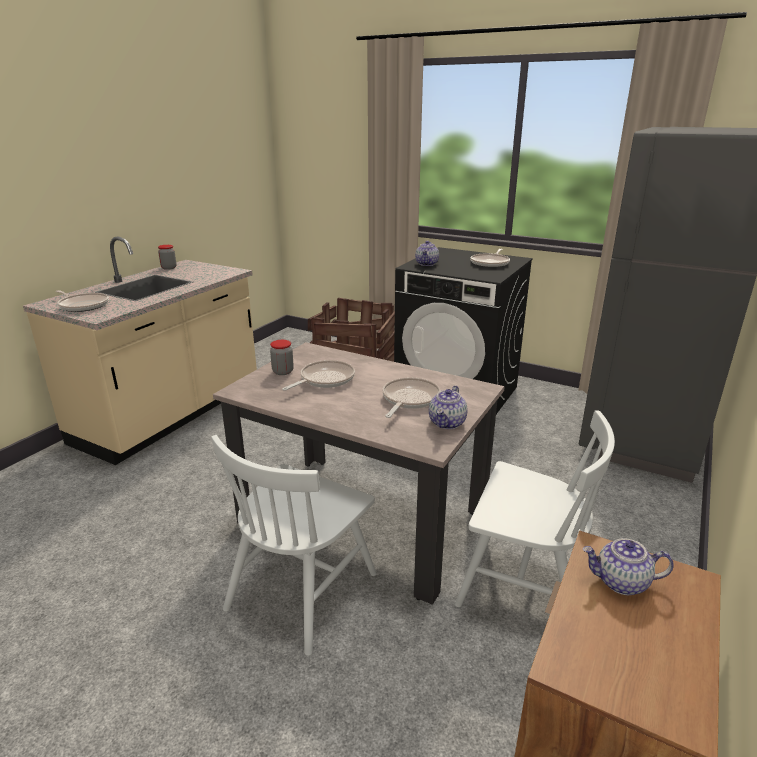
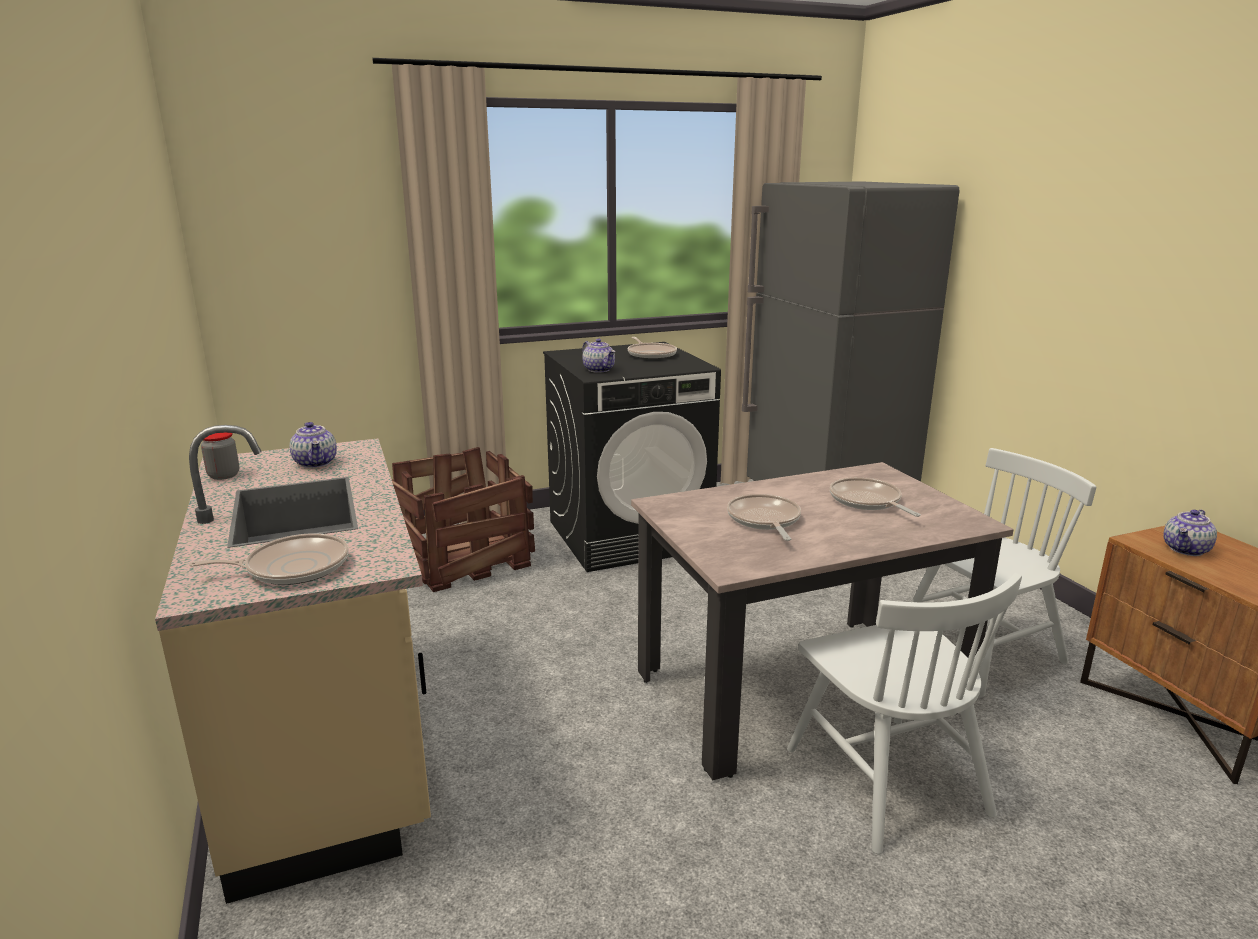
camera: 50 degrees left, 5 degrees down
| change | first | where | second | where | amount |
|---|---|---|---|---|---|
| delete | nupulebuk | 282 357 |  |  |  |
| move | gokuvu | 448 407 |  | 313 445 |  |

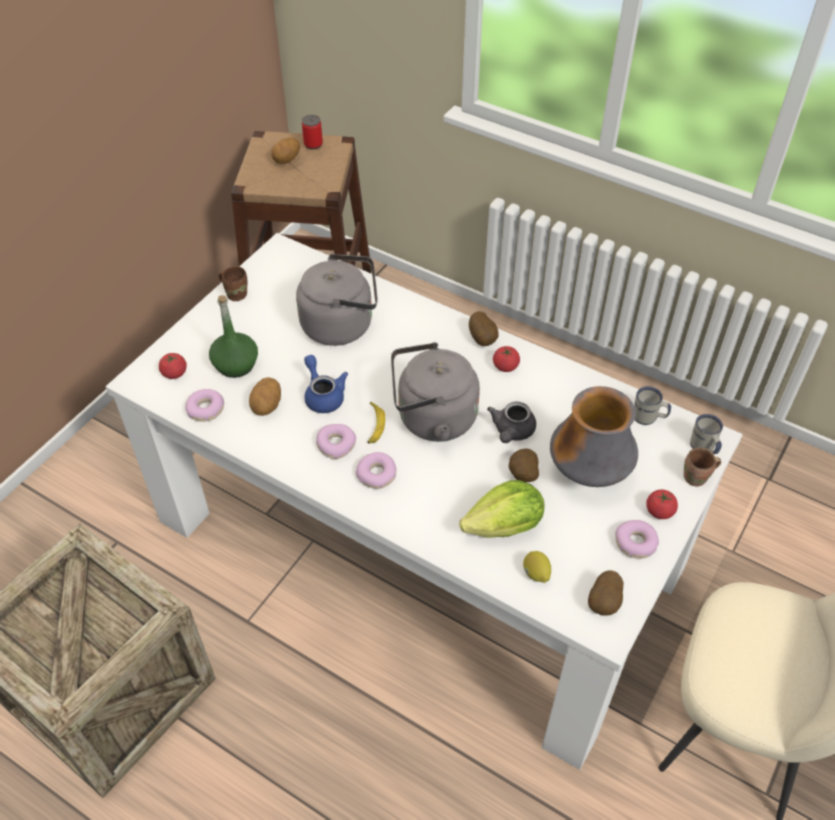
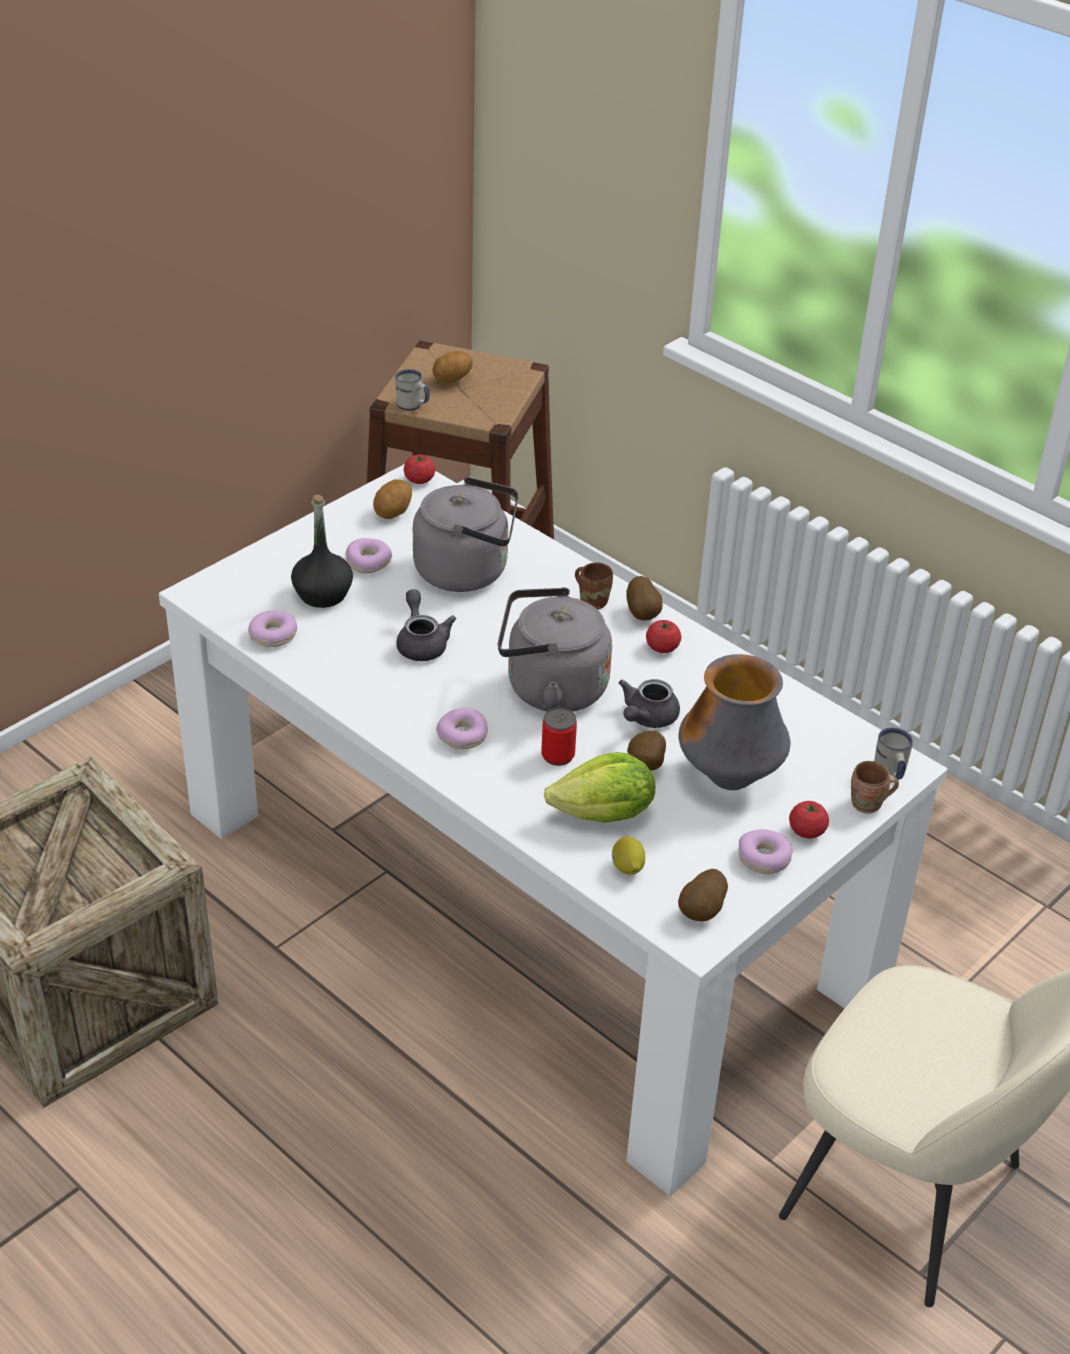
camera: 10 degrees right, 10 degrees down
| change | first | where | second | where | amount |
|---|---|---|---|---|---|
| delete | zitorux | 376 423 |  |  |  |
| move | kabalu | 173 366 |  | 419 469 |  |
| move | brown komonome | 233 283 |  | 594 585 |  |
| move | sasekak | 265 396 |  | 392 499 |  |
| move | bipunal | 312 132 |  | 559 737 |  |
| move | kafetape | 336 441 |  | 368 555 |  |
| move | white komonome | 652 405 |  | 412 390 |  |
| recolor | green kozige | 233 336 | black kozige | 322 551 |  |
| recolor | blue gokuvu | 326 384 | grey gokuvu | 426 625 |  |

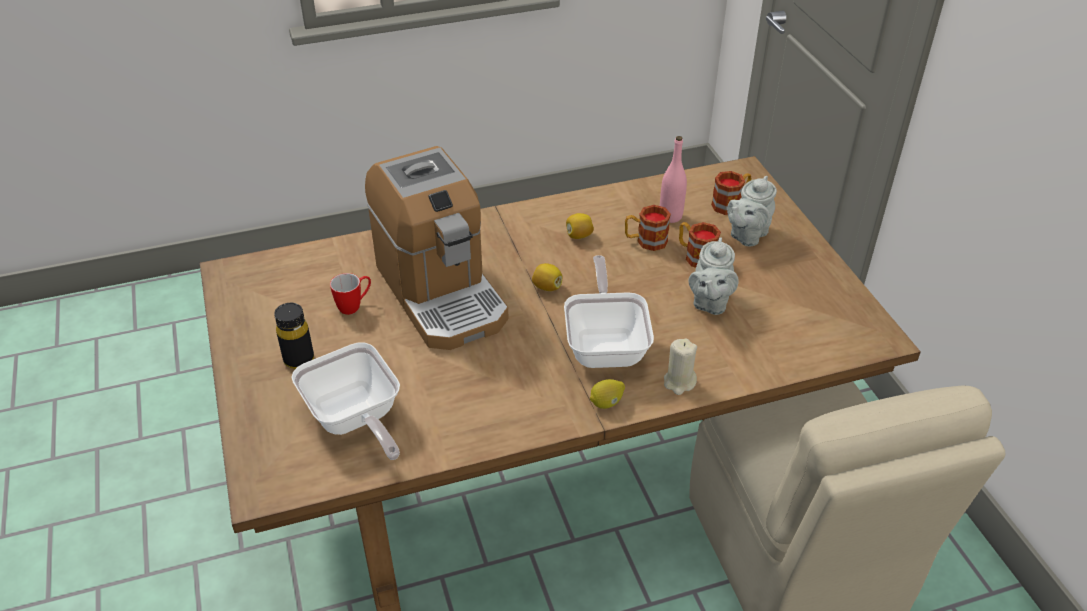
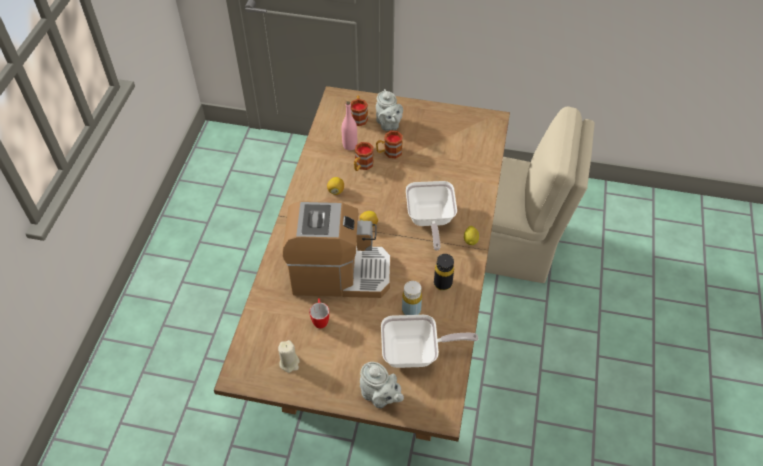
camera: 60 degrees left, 10 degrees up
| change | first | where | second | where | amount |
|---|---|---|---|---|---|
| insert |  |  | yellow kozige | 412 298 |  |
| move | black kozige | 294 336 |  | 444 272 |  |
| move | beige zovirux | 680 367 |  | 289 356 |  |
| move | grey gokuvu | 714 276 |  | 382 385 |  |
| rotate | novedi | 609 311 |  | 431 216 | 120 degrees counterclockwise |

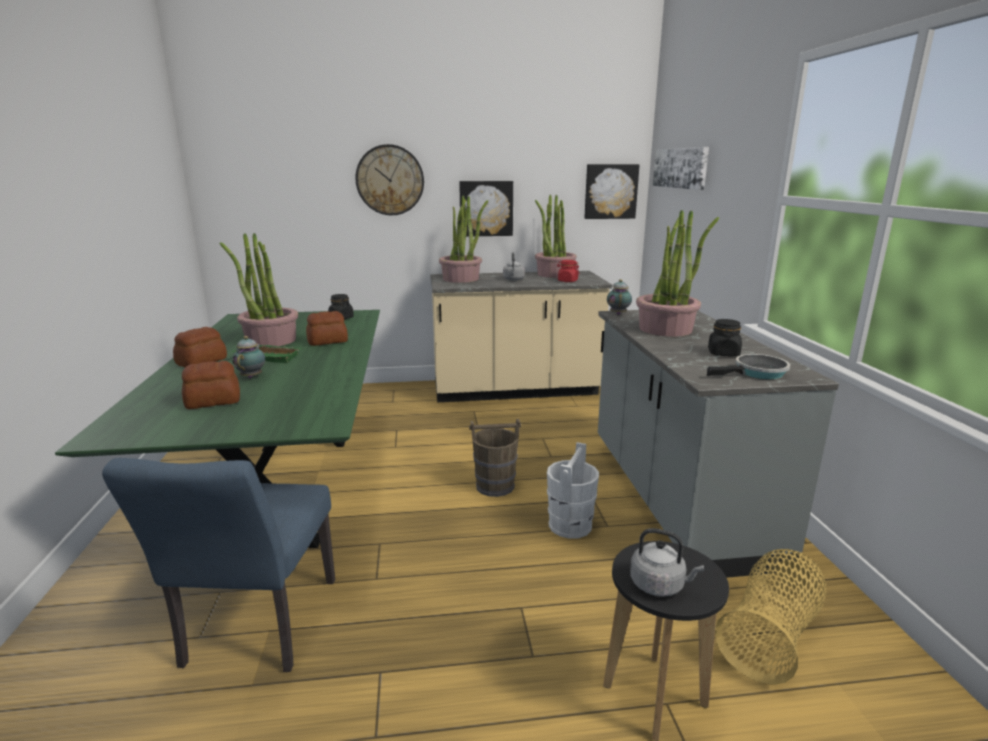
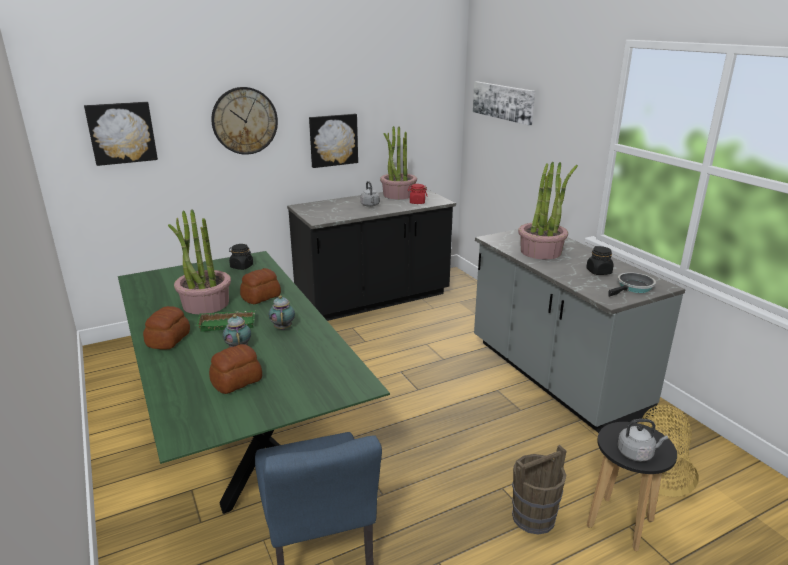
camera: 20 degrees left, 5 degrees up
| change | first | where | second | where | amount |
|---|---|---|---|---|---|
| delete | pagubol | 463 239 |  |  |  |
| delete | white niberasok | 573 490 |  |  |  |
| move | brown niberasok | 495 458 |  | 539 490 |  |
| move | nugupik | 612 191 |  | 121 134 |  |
| move | gokuvu | 619 297 |  | 282 312 |  |
| recolor | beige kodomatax | 521 336 | black kodomatax | 371 254 |  |

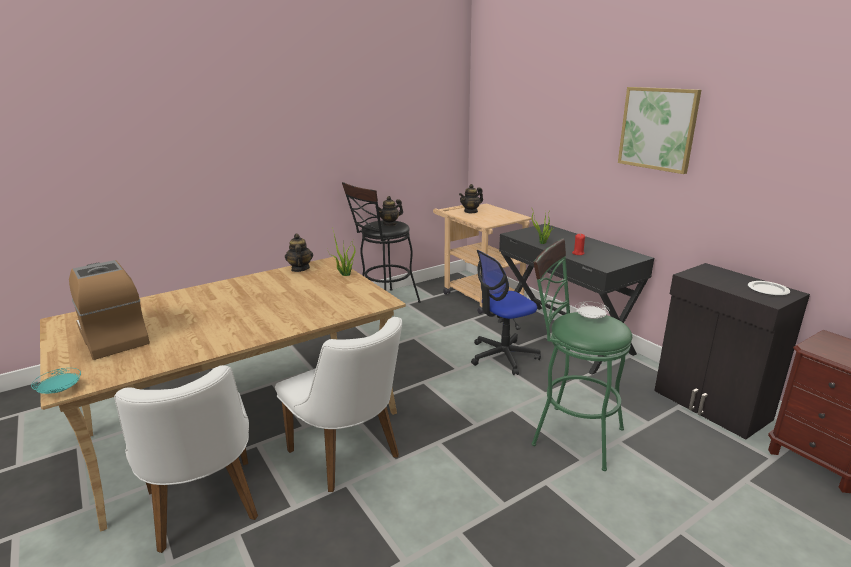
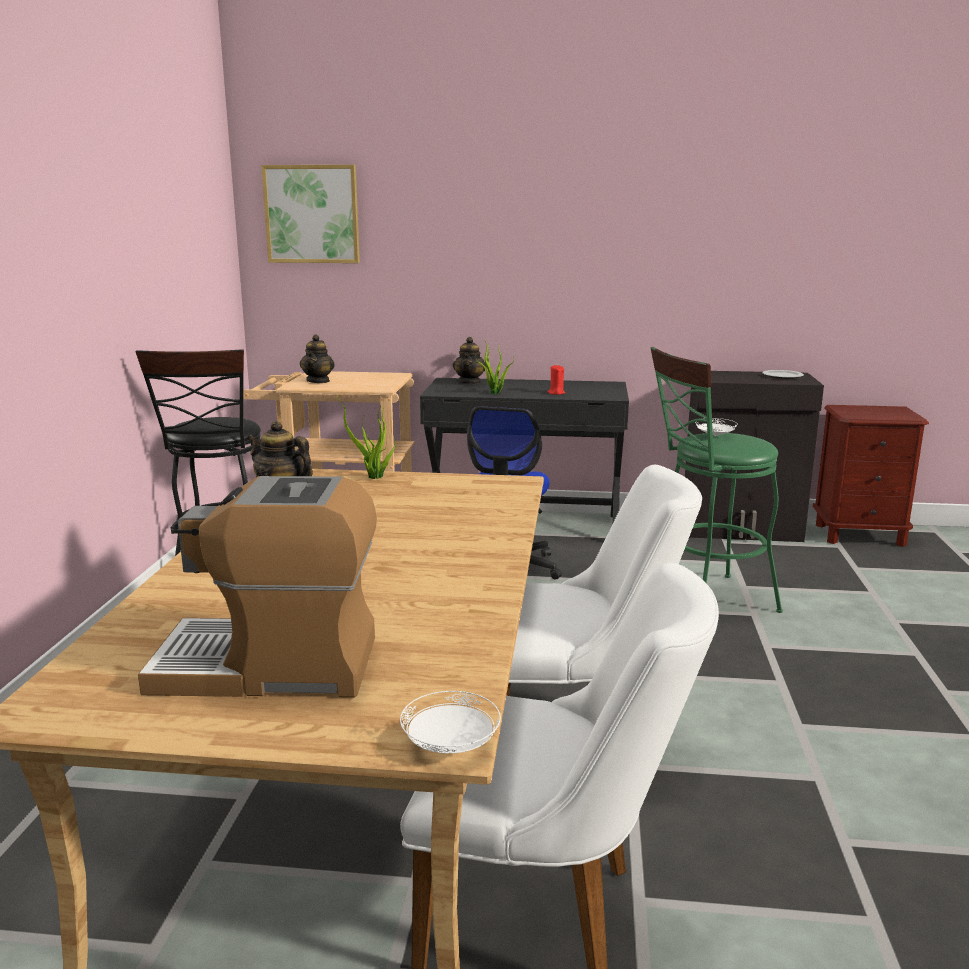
camera: 50 degrees left, 5 degrees down
| change | first | where | second | where | amount |
|---|---|---|---|---|---|
| move | gokuvu | 389 211 |  | 469 360 |  |
| move | nugupik | 659 130 |  | 310 214 |  |
| recolor | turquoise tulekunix | 56 381 | white tulekunix | 450 722 |  |

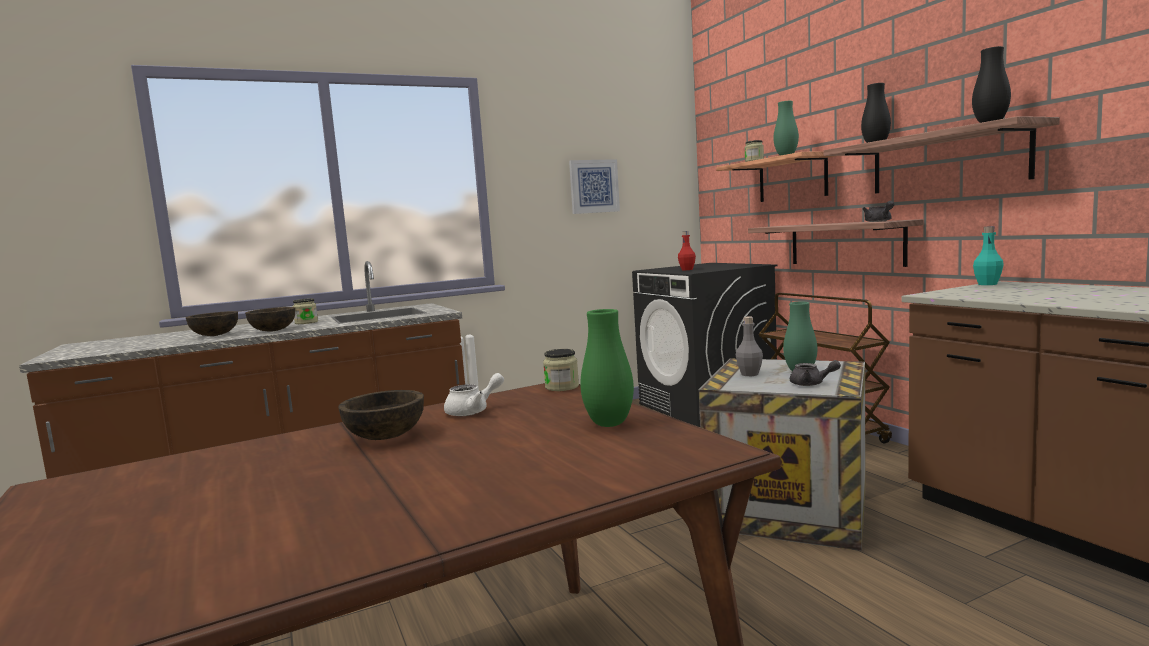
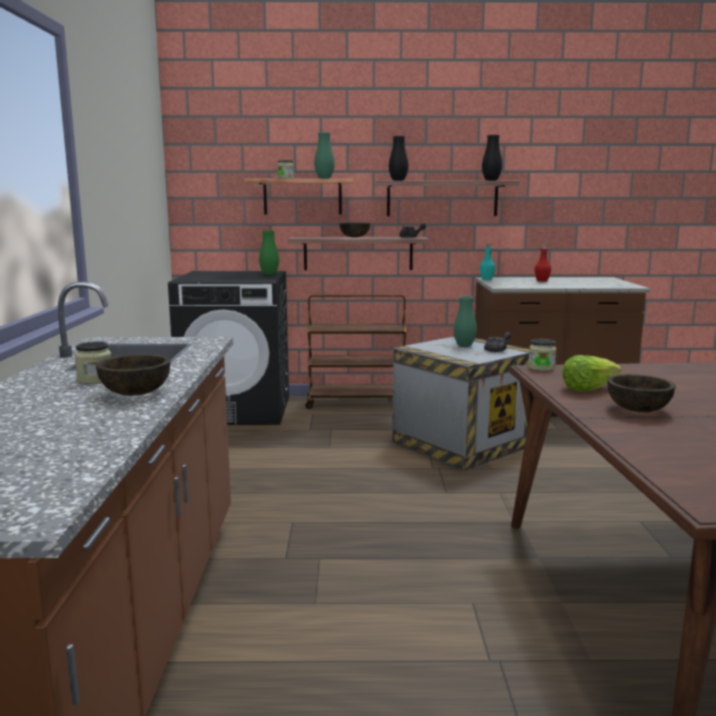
camera: 65 degrees left, 5 degrees up
| change | first | where | second | where | amount |
|---|---|---|---|---|---|
| delete | nugupik | 594 186 |  |  |  |
| delete | grey kozige | 749 346 |  |  |  |
| move | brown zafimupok | 212 323 |  | 354 230 |  |
| move | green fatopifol | 607 368 |  | 269 253 |  |
| move | red kozige | 687 250 |  | 542 263 |  |
| replace | white gokuvu | 474 394 | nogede | 592 373 |  |

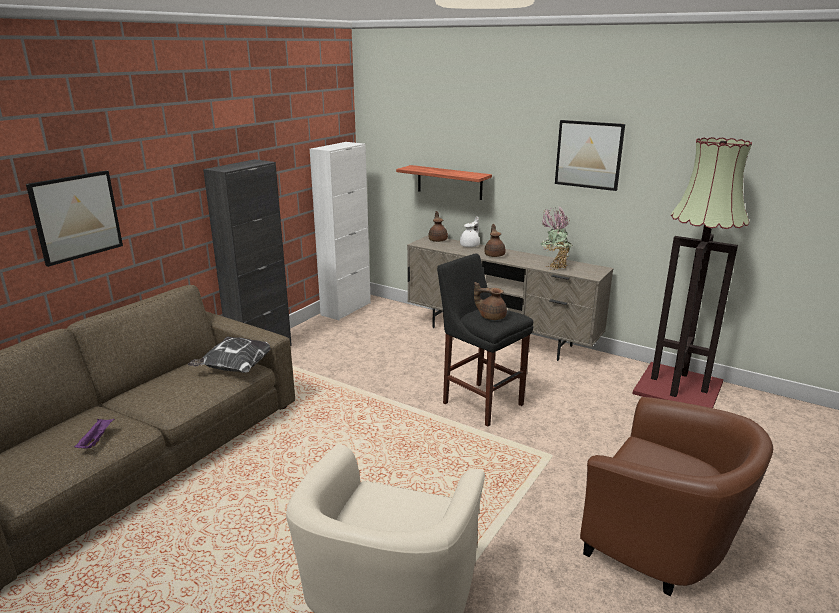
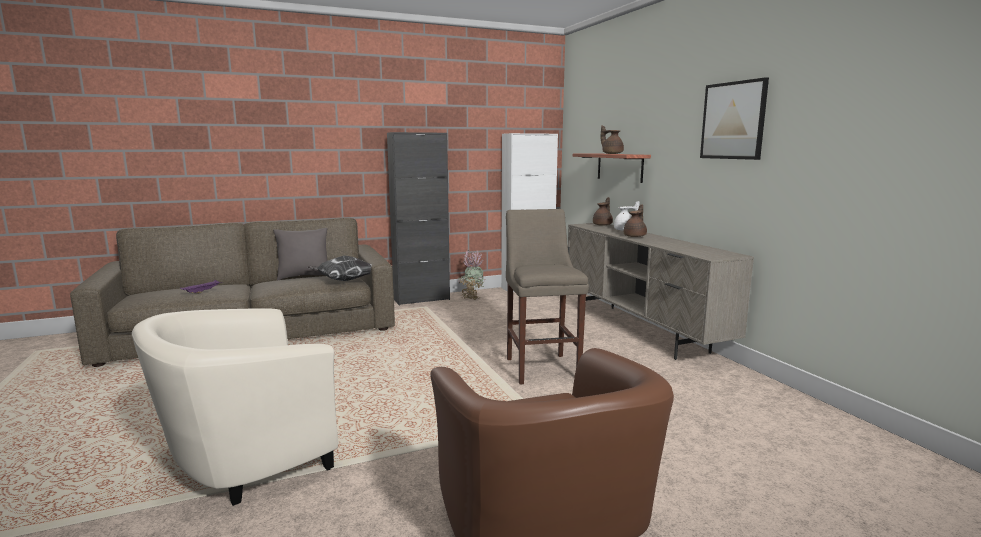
camera: 35 degrees right, 10 degrees down
| change | first | where | second | where | amount |
|---|---|---|---|---|---|
| delete | nugupik | 74 218 |  |  |  |
| delete | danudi | 692 272 |  |  |  |
| insert |  |  | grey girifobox | 300 254 |  |
| move | brown gokuvu | 490 301 |  | 612 139 |  |
| move | pagubol | 556 238 |  | 472 274 |  |
| recolor | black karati | 485 340 | beige karati | 547 296 |  |

